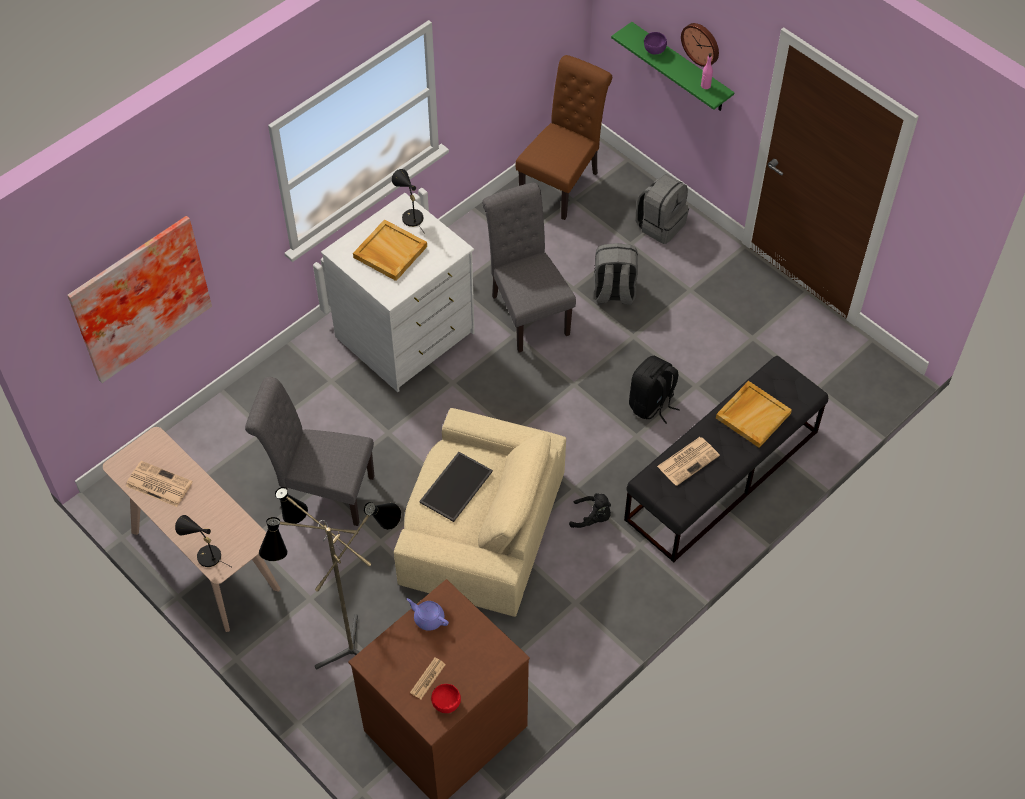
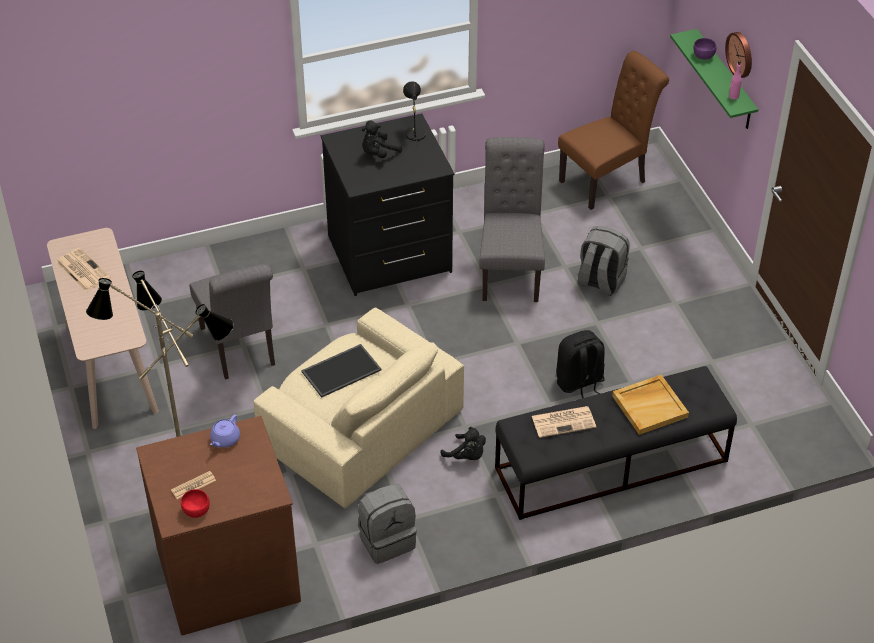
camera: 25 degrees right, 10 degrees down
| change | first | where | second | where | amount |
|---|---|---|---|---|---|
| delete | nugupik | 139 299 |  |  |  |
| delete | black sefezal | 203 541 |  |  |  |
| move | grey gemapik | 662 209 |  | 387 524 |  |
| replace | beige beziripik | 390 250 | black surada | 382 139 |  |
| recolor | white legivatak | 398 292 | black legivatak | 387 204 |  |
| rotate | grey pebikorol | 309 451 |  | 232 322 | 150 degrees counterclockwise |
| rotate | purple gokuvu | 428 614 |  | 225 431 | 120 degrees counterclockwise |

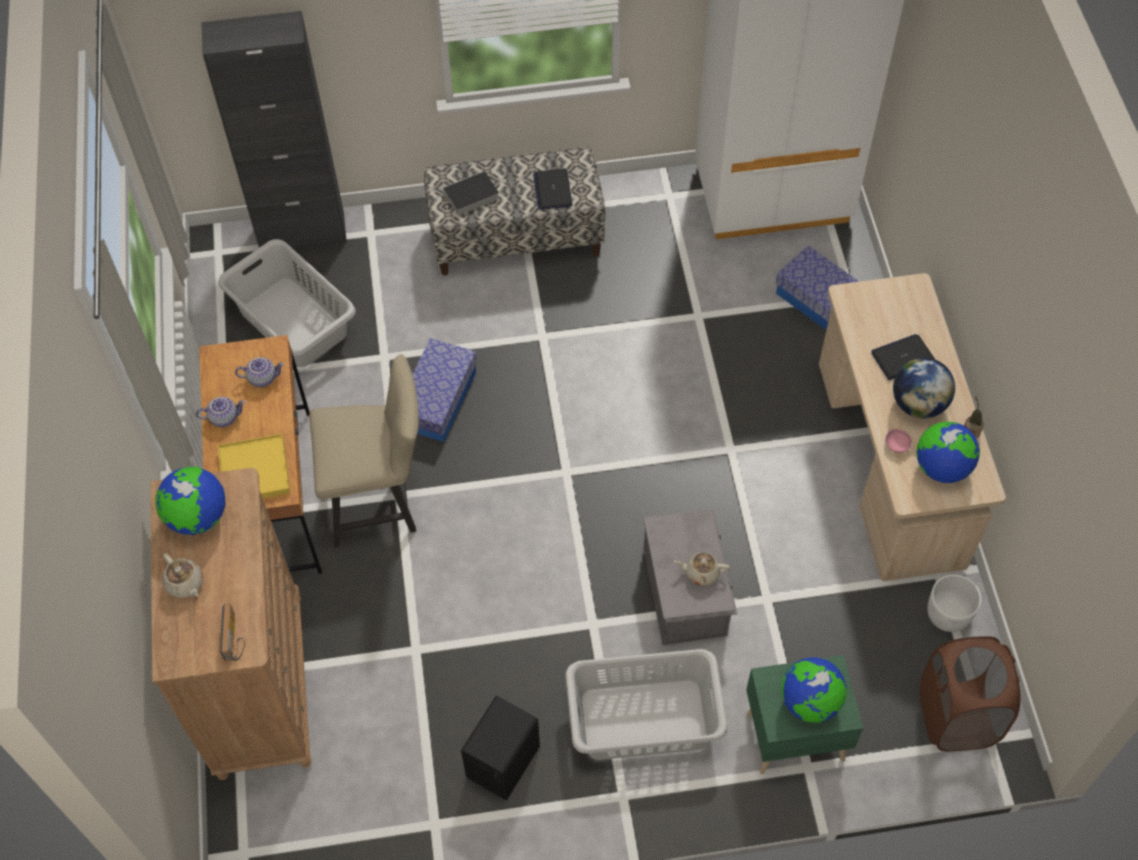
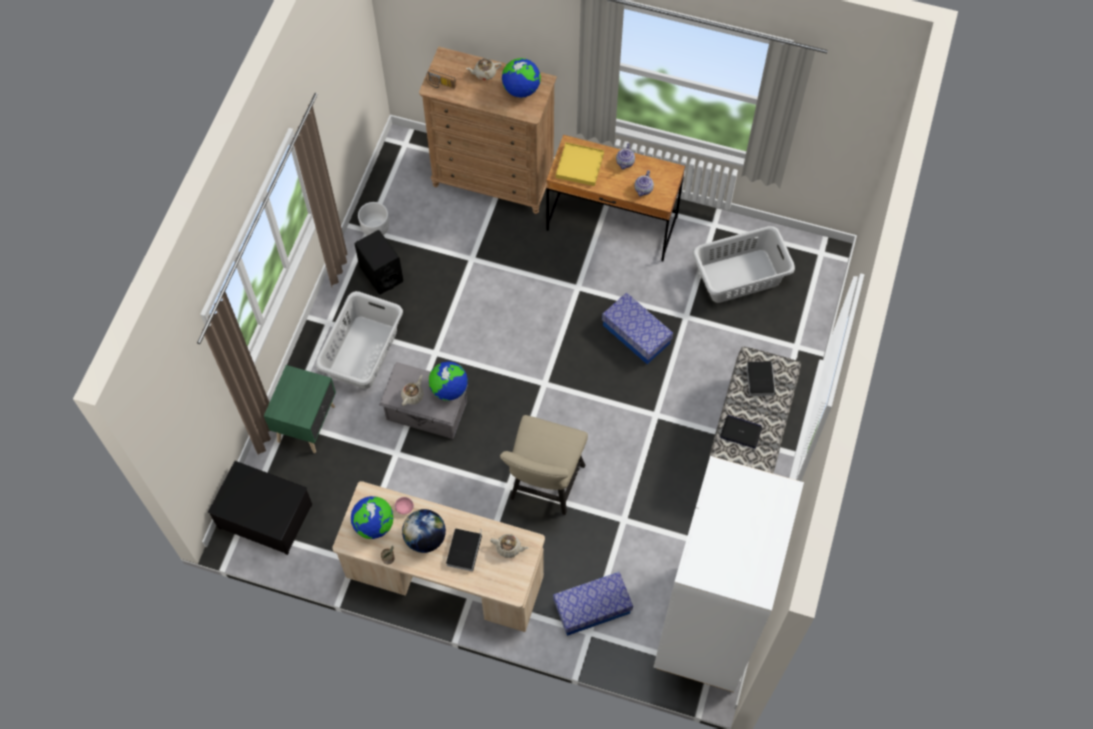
camera: 115 degrees right, 5 degrees up
| change | first | where | second | where | amount |
|---|---|---|---|---|---|
| delete | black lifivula | 274 129 |  |  |  |
| insert |  |  | beige gokuvu | 509 546 |  |
| move | beige pebikorol | 364 450 |  | 544 465 |  |
| move | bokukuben | 813 690 |  | 448 381 |  |
| move | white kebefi | 954 603 |  | 373 219 |  |
| replace | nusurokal | 903 357 | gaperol | 464 550 |  |
| replace | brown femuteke | 970 694 | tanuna | 260 508 |  |

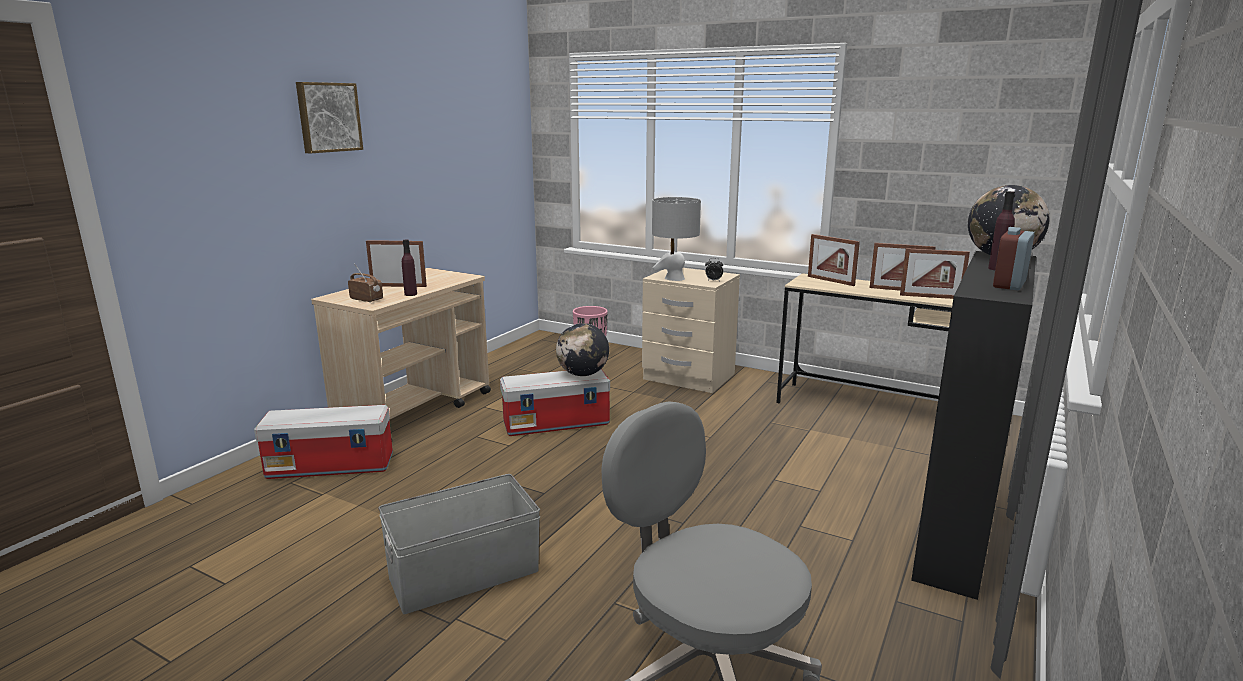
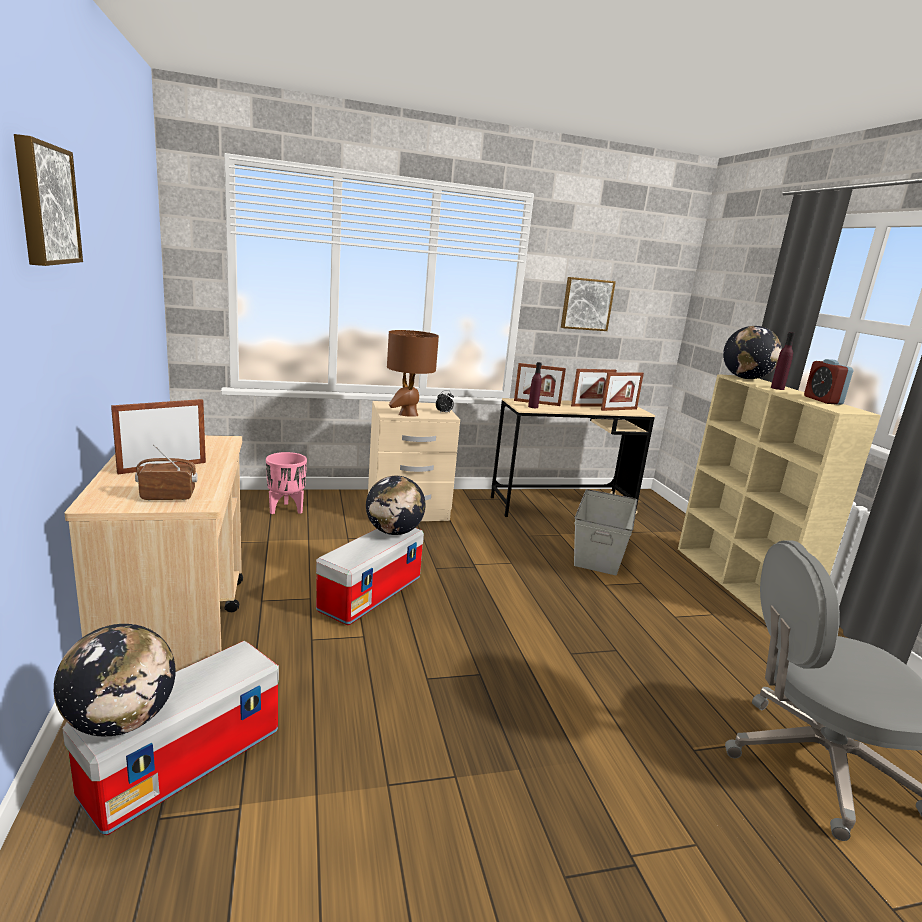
camera: 45 degrees left, 0 degrees up
| change | first | where | second | where | amount |
|---|---|---|---|---|---|
| insert |  |  | bokukuben | 115 680 |  |
| insert |  |  | nugupik | 588 304 |  |
| move | grey tanuna | 459 544 |  | 605 532 |  |
| move | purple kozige | 409 268 |  | 535 385 |  |
| recolor | grey sefezal | 676 239 | brown sefezal | 413 373 |  |
| recolor | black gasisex | 973 425 | beige gasisex | 779 496 |  |

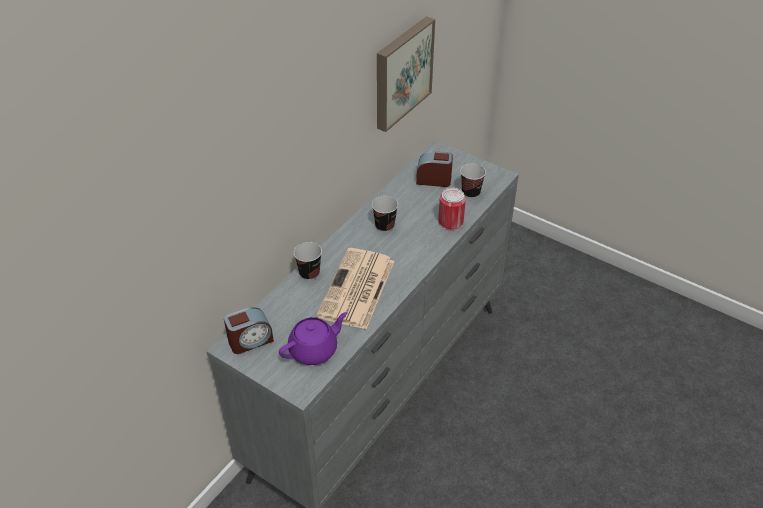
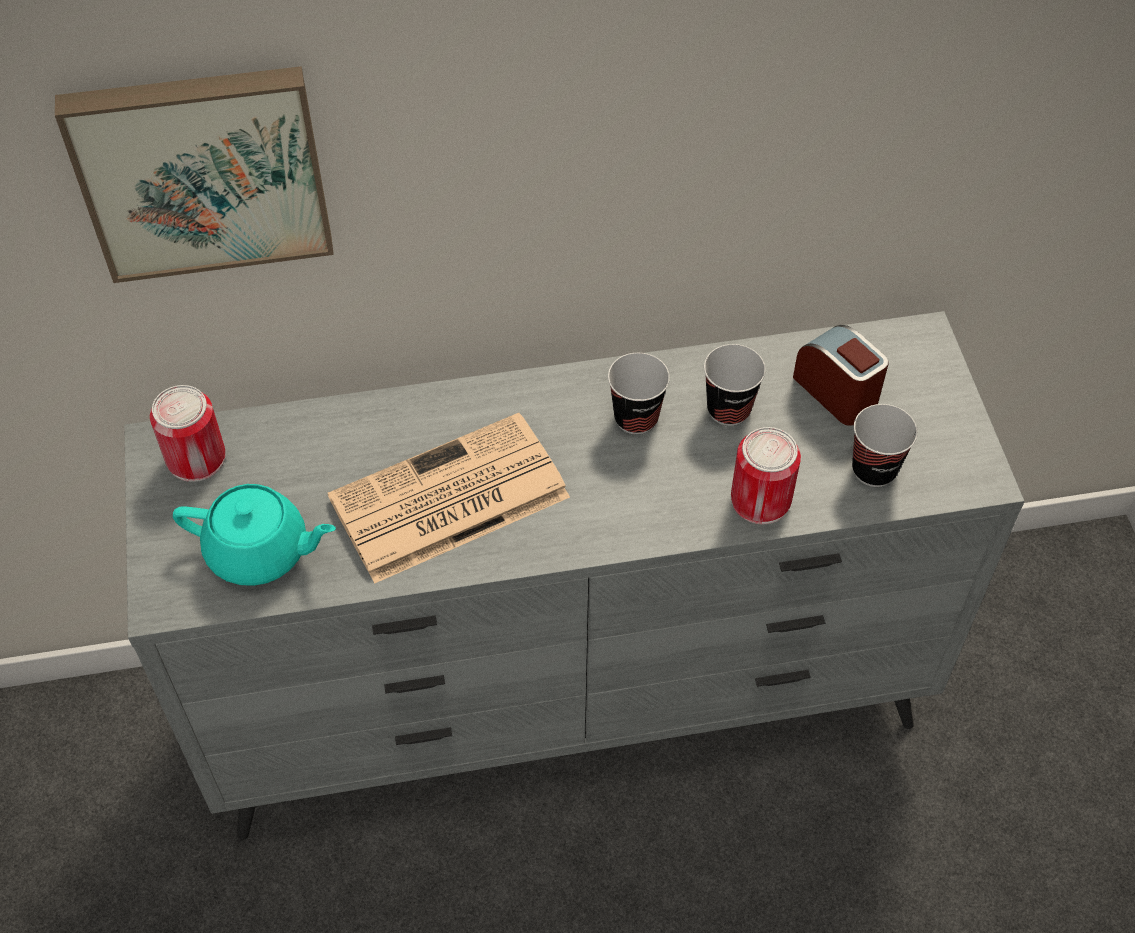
camera: 45 degrees right, 10 degrees up
| change | first | where | second | where | amount |
|---|---|---|---|---|---|
| move | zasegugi | 308 261 |  | 735 385 |  |
| move | nugupik | 406 74 |  | 194 174 |  |
| replace | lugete | 249 330 | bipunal | 187 433 |  |
| recolor | purple gokuvu | 313 338 | turquoise gokuvu | 254 535 |  |

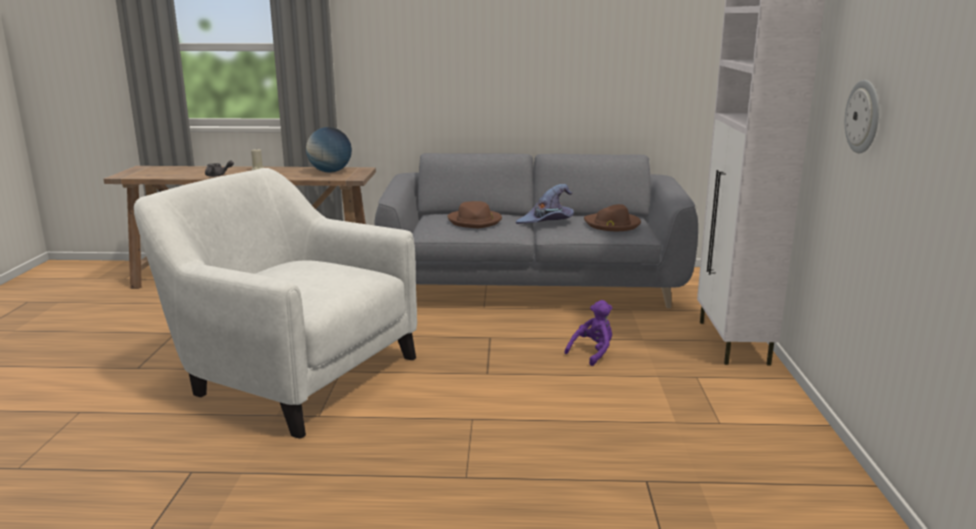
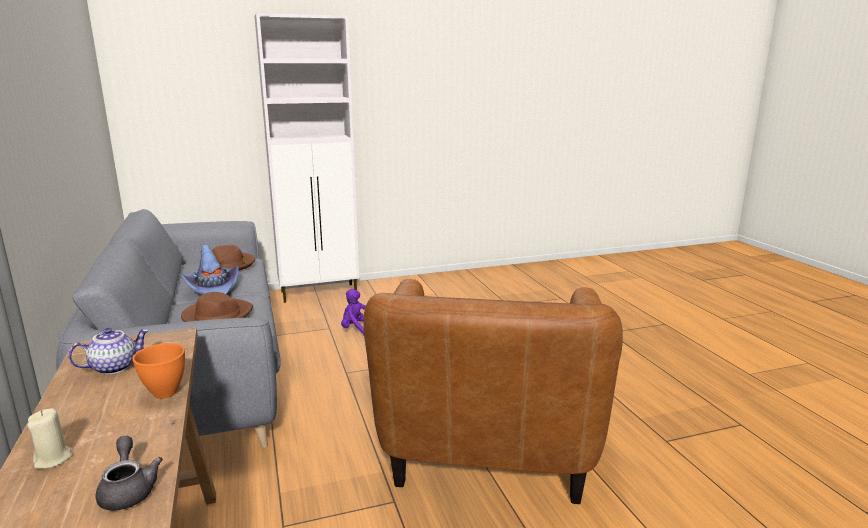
camera: 110 degrees left, 0 degrees up
| change | first | where | second | where | amount |
|---|---|---|---|---|---|
| delete | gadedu | 862 117 |  |  |  |
| insert |  |  | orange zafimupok | 158 371 |  |
| replace | bokukuben | 329 150 | gokuvu | 108 351 |  |
| recolor | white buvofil | 275 303 | brown buvofil | 493 391 |  |

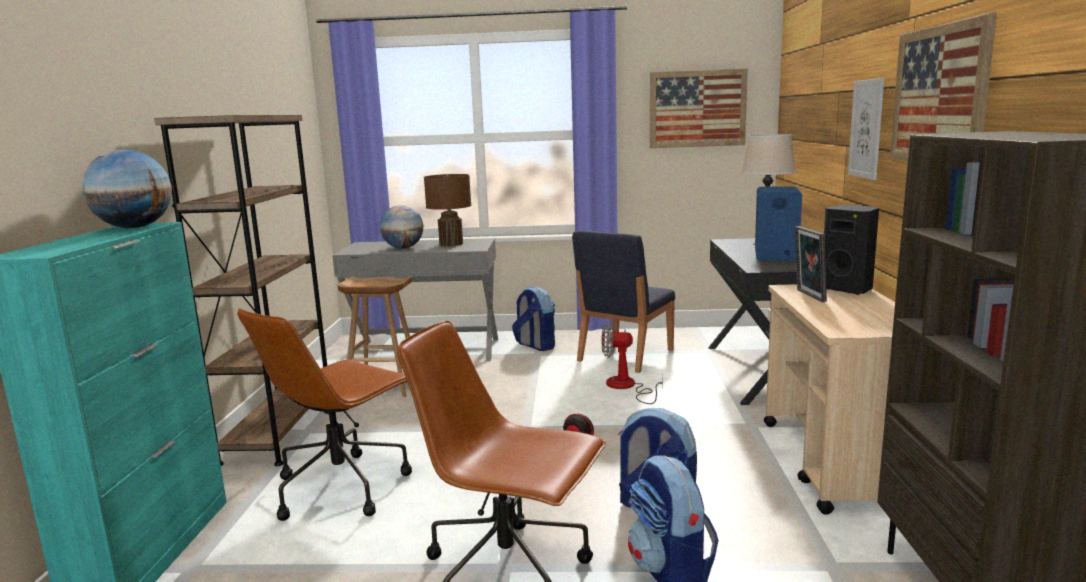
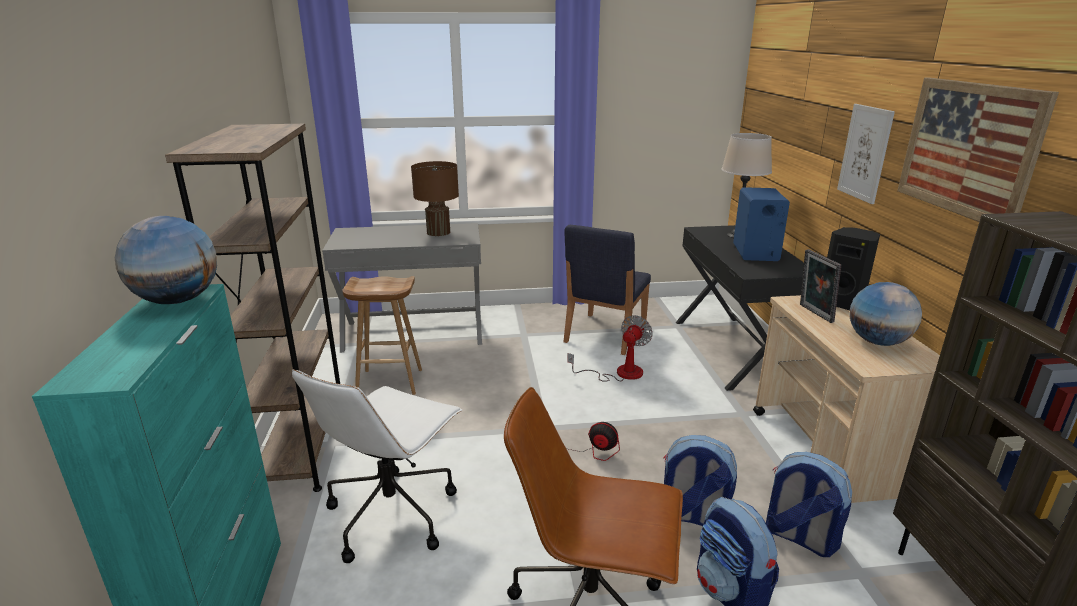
camera: 10 degrees left, 10 degrees up
| change | first | where | second | where | amount |
|---|---|---|---|---|---|
| delete | nugupik | 699 108 |  |  |  |
| move | bokukuben | 401 226 |  | 885 314 |  |
| move | gemapik | 533 319 |  | 809 504 |  |
| recolor | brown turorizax | 324 414 | white turorizax | 377 466 |  |
| rotate | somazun | 632 363 |  | 610 348 | 120 degrees clockwise |

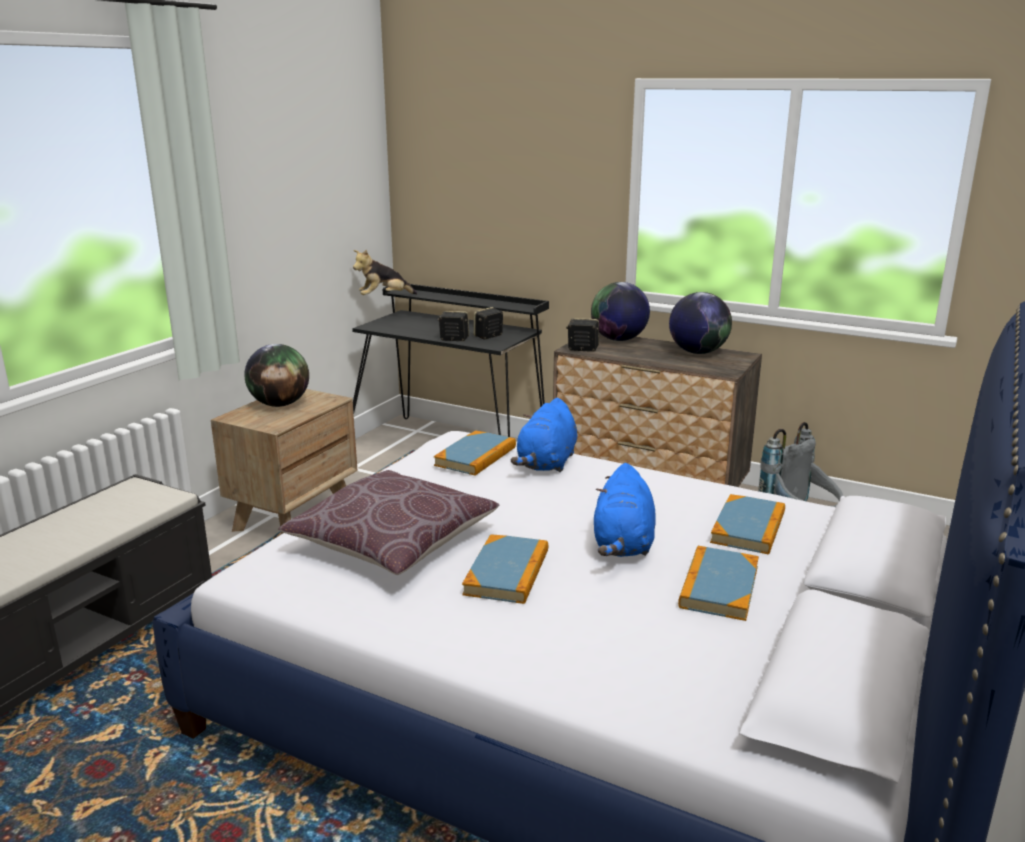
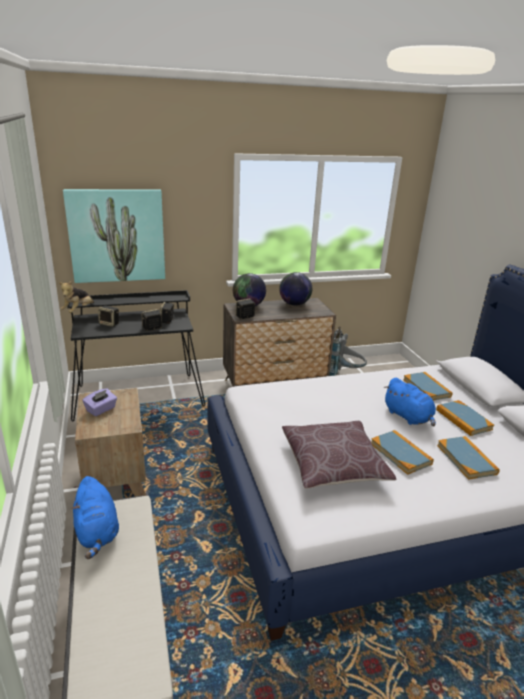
camera: 45 degrees left, 5 degrees up
| change | first | where | second | where | amount |
|---|---|---|---|---|---|
| insert |  |  | nugupik | 114 236 |  |
| insert |  |  | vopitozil | 108 316 |  |
| move | gaperol | 475 452 |  | 468 458 |  |
| move | blue surada | 544 435 |  | 95 517 |  |
| replace | bokukuben | 276 375 | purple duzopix | 99 402 |  |

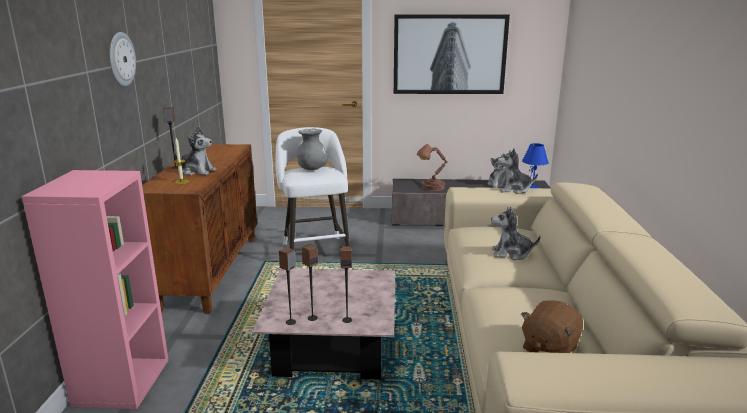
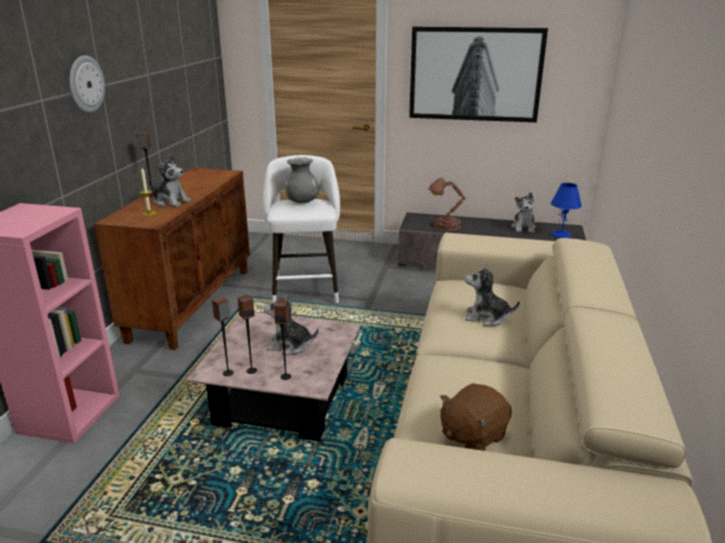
camera: 10 degrees right, 5 degrees up
| change | first | where | second | where | amount |
|---|---|---|---|---|---|
| move | surada | 517 171 |  | 291 324 |  |

